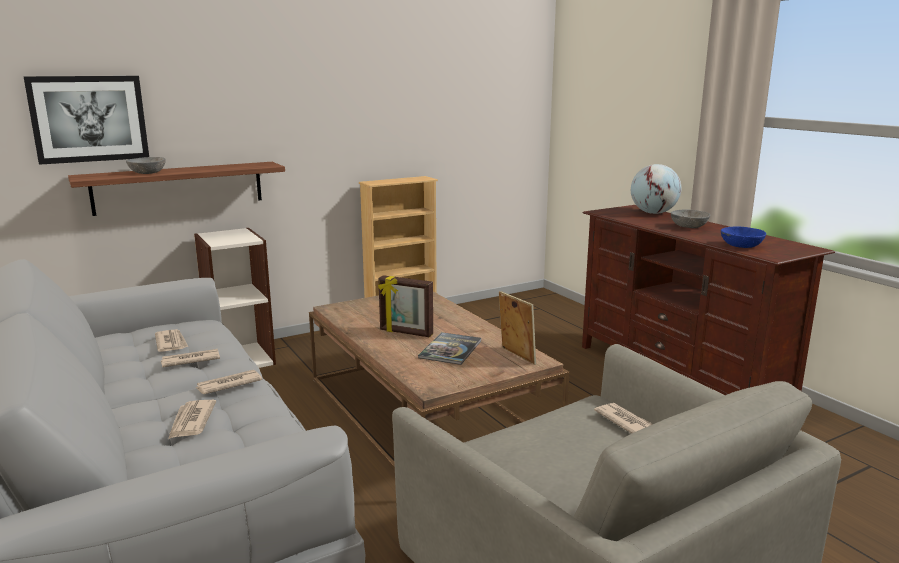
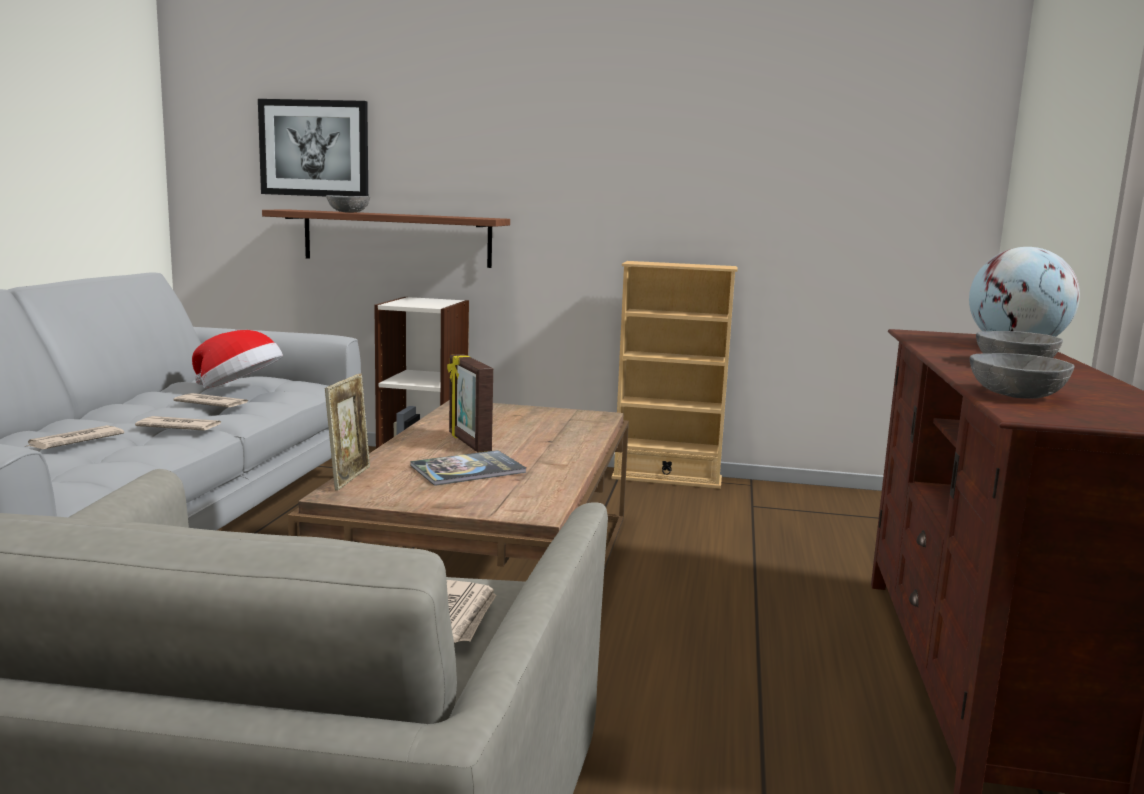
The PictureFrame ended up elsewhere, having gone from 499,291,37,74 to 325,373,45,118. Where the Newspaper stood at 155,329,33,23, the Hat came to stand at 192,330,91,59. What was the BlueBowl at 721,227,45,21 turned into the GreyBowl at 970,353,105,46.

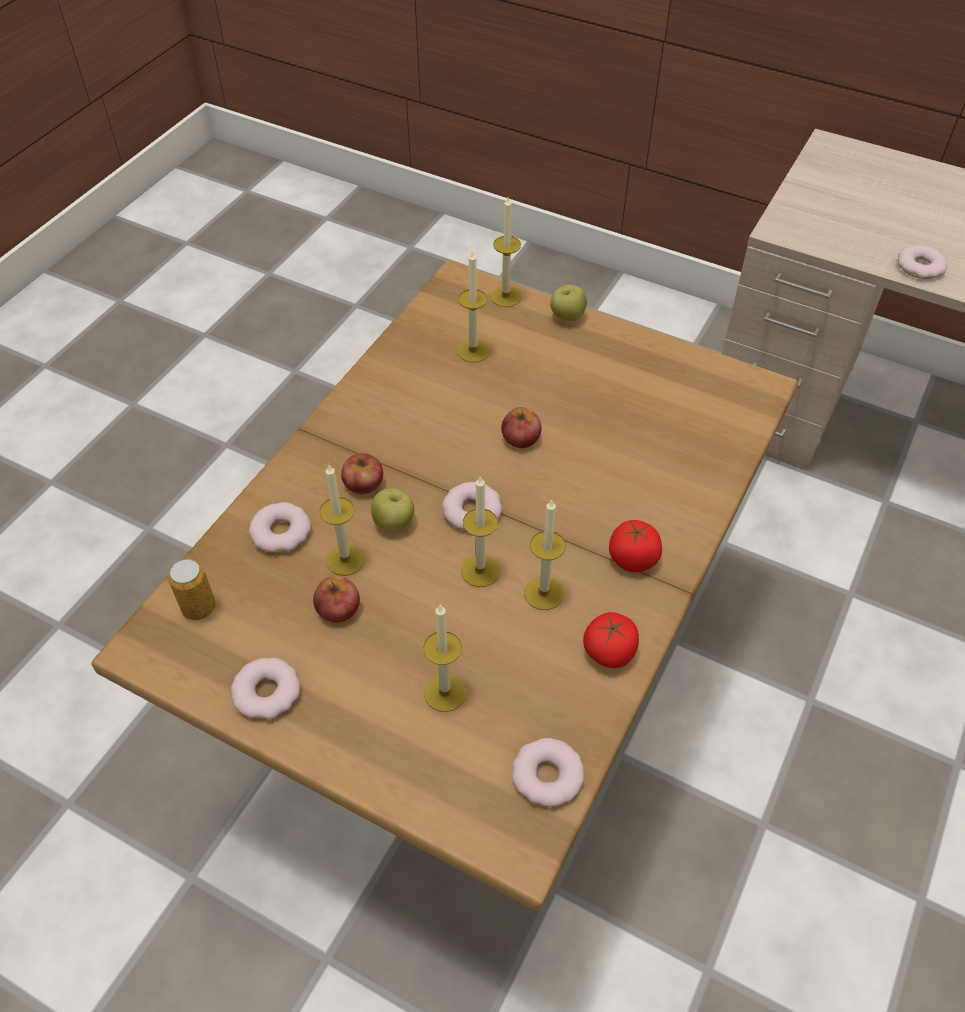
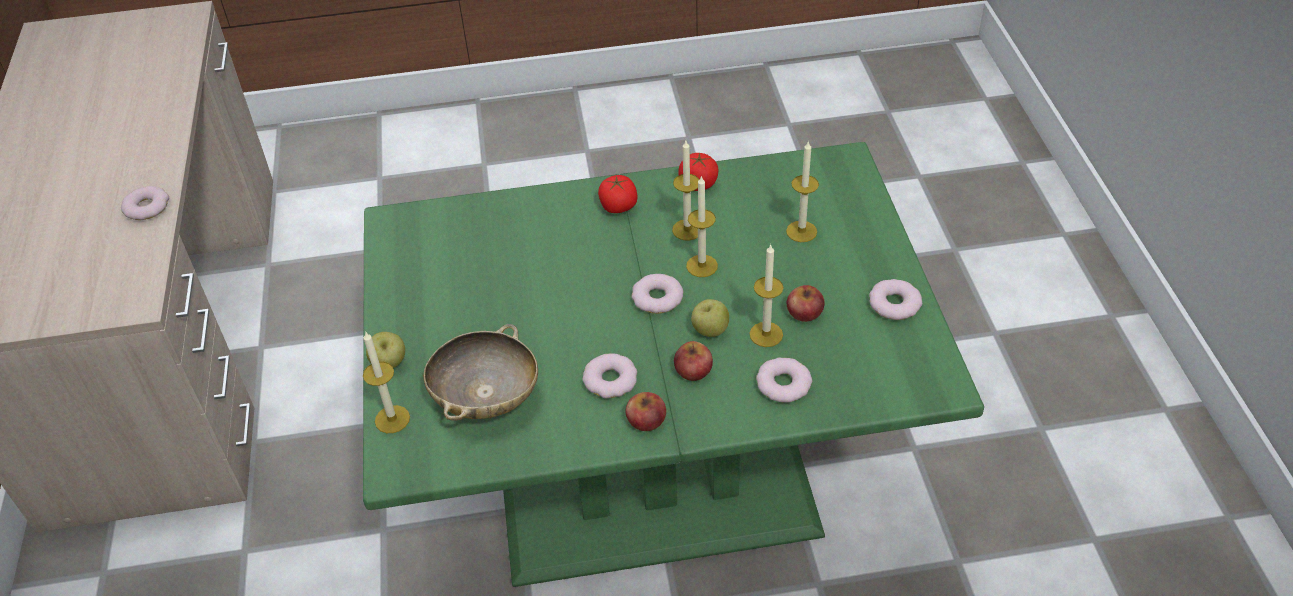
The second view lost the Can at 168,559,48,61. The Apple ended up elsewhere, having gone from 501,407,41,41 to 626,392,40,39. The Donut ended up elsewhere, having gone from 512,738,72,69 to 582,353,55,45. Where the Candle stood at 457,250,33,112, the BeigeBowl came to stand at 423,324,115,97. What was the BrownDiningTable at 91,261,707,650 turned into the GreenDiningTable at 363,142,621,445.

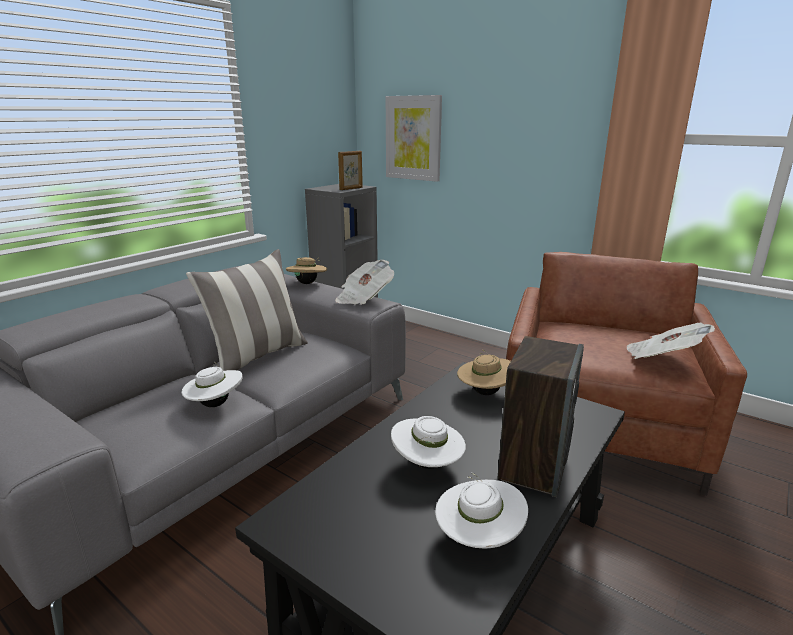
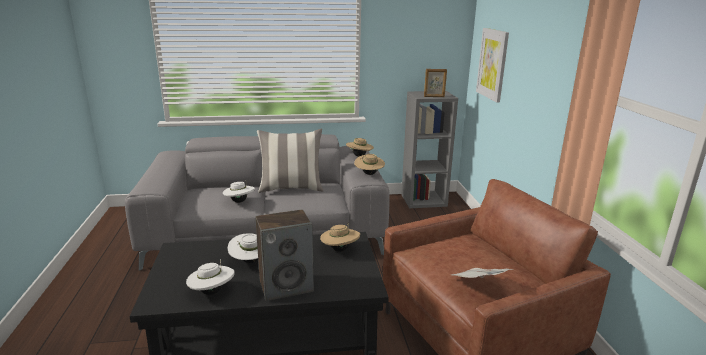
Where the Newspaper stood at 335,260,59,45, the BeigeHat came to stand at 354,154,31,21.

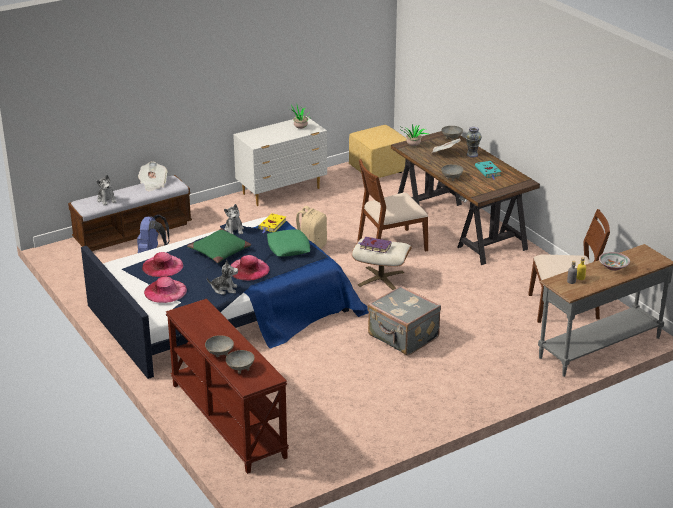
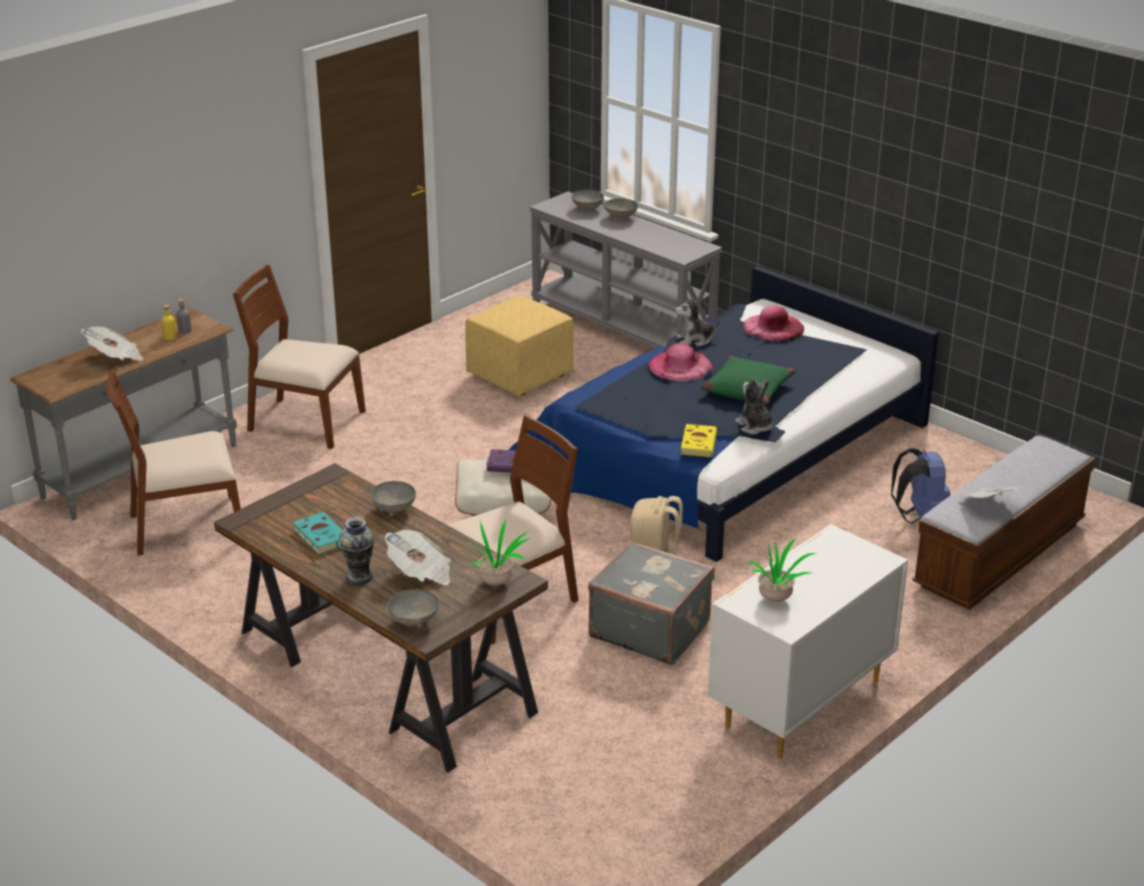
The second view lost the PlushToy at 96,175,20,31. The second view lost the PinkHat at 142,252,41,25. The second view lost the GreenPillow at 267,229,43,27. The second view gained the BrownChair at 233,265,133,184. The YellowOttoman ended up elsewhere, having gone from 349,125,58,53 to 465,295,109,101. The GreySuitcase ended up elsewhere, having gone from 367,286,74,69 to 588,541,127,124. Where the Bowl stood at 599,252,31,19, the Newspaper came to stand at 81,326,62,34. What was the BrownConsoleTable at 166,299,123,175 turned into the GreyConsoleTable at 529,192,193,156.

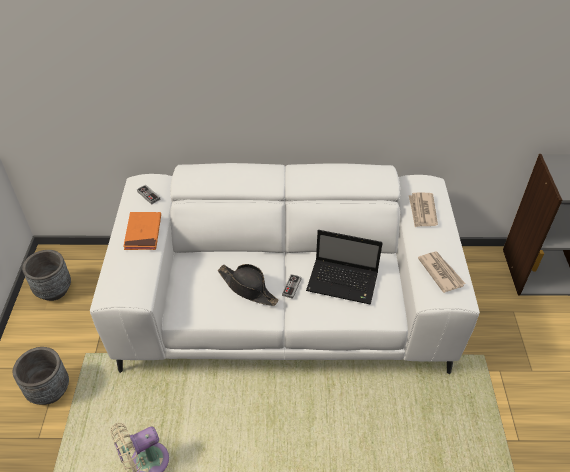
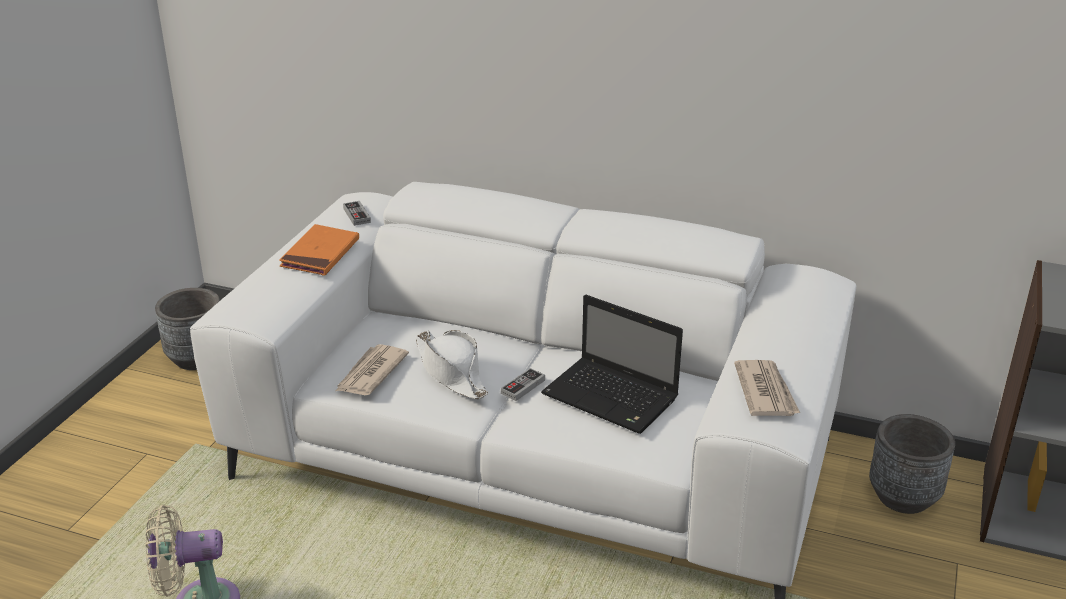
The GreyPlanter ended up elsewhere, having gone from 13,347,56,58 to 869,414,86,100. The Newspaper ended up elsewhere, having gone from 409,192,29,35 to 336,344,73,51. What was the BlackHat at 218,264,61,42 turned into the WhiteHat at 415,330,73,69.

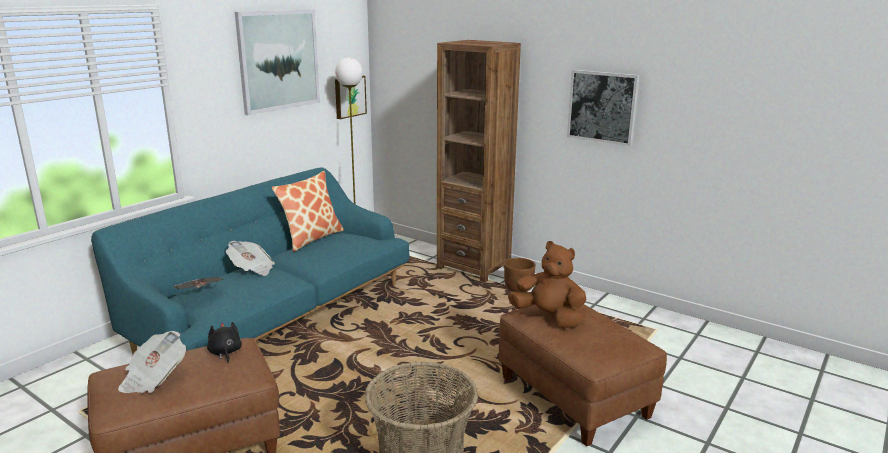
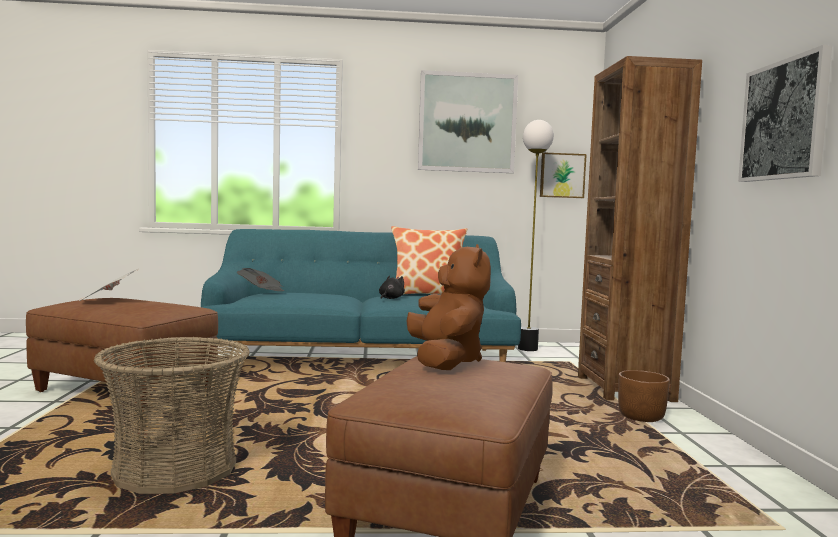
The second view lost the Newspaper at 226,241,49,35. The BlackPlushToy ended up elsewhere, having gone from 207,322,35,41 to 379,276,26,23.

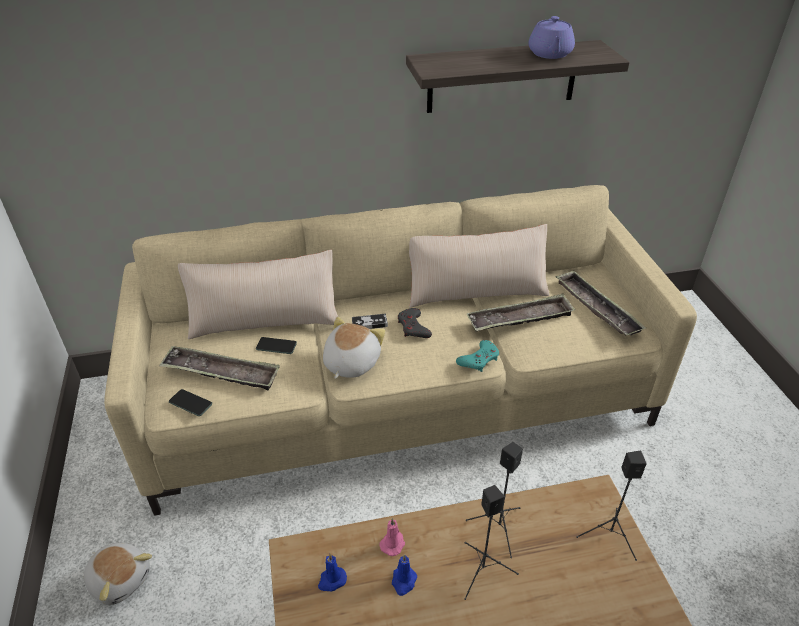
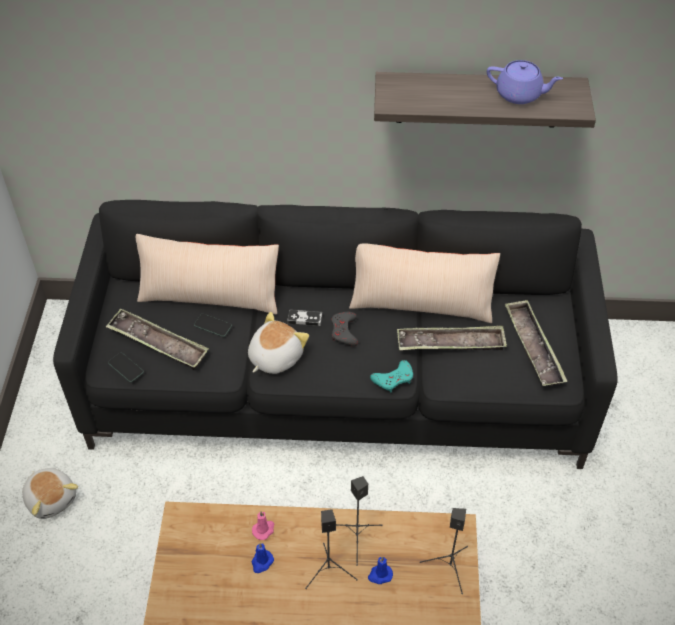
The BlueCandle ended up elsewhere, having gone from 318,554,29,38 to 368,556,25,28. What was the BeigeSofa at 104,185,593,331 turned into the BlackSofa at 53,200,565,269. The PurpleTeapot at 529,16,46,43 ended up facing another way, 90 degrees counterclockwise from before.

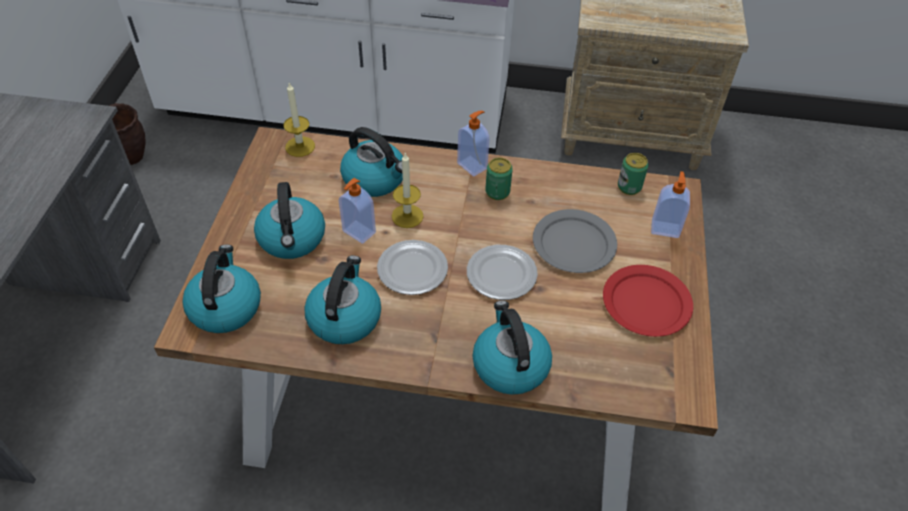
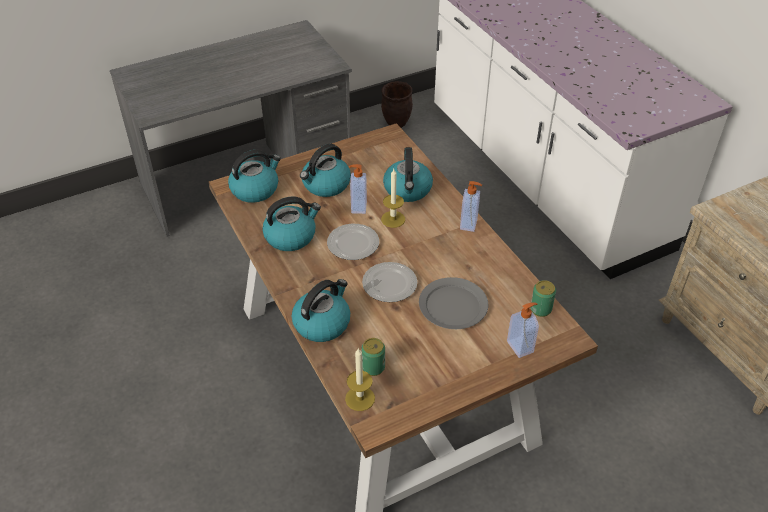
The second view lost the RedPlate at 603,265,90,72. The Candle ended up elsewhere, having gone from 283,83,32,74 to 345,347,30,64. The Can ended up elsewhere, having gone from 485,158,28,42 to 361,338,24,38.

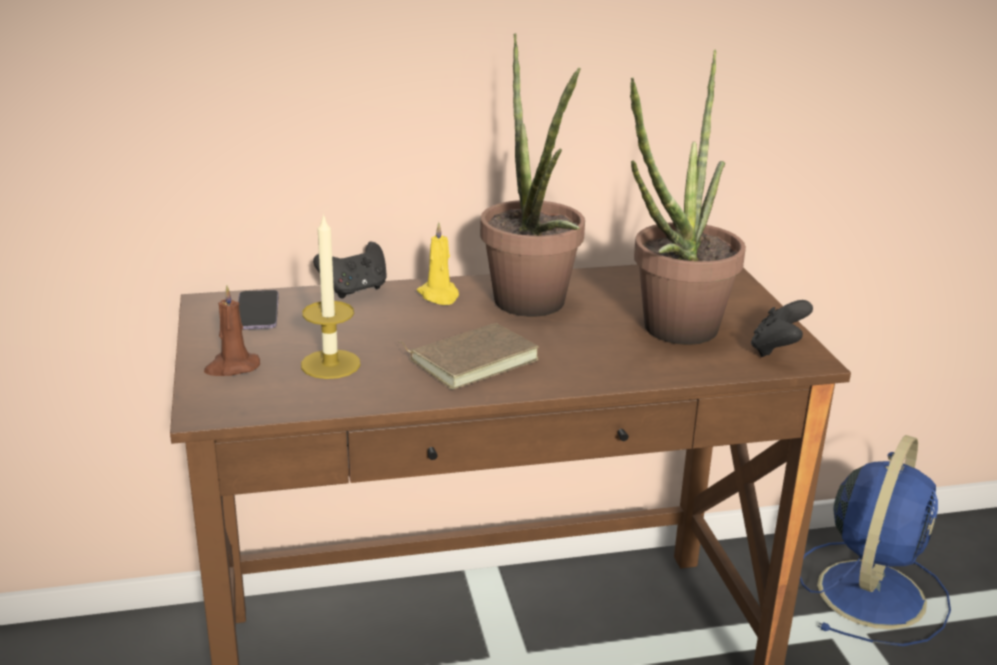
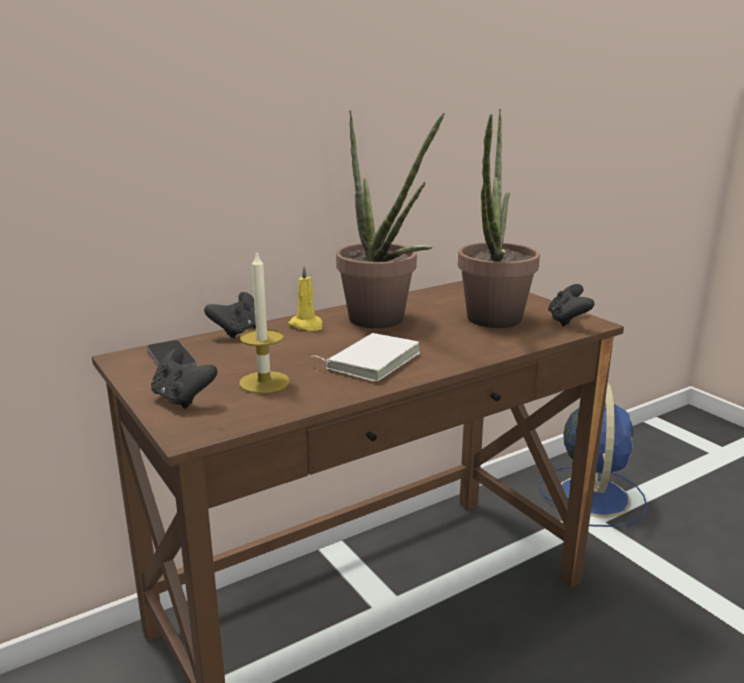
Where the BrownCandle stood at 204,285,56,91, the BlackGameController came to stand at 151,349,66,60. What was the BrownBook at 399,323,140,66 turned into the WhiteBook at 311,333,109,49.

